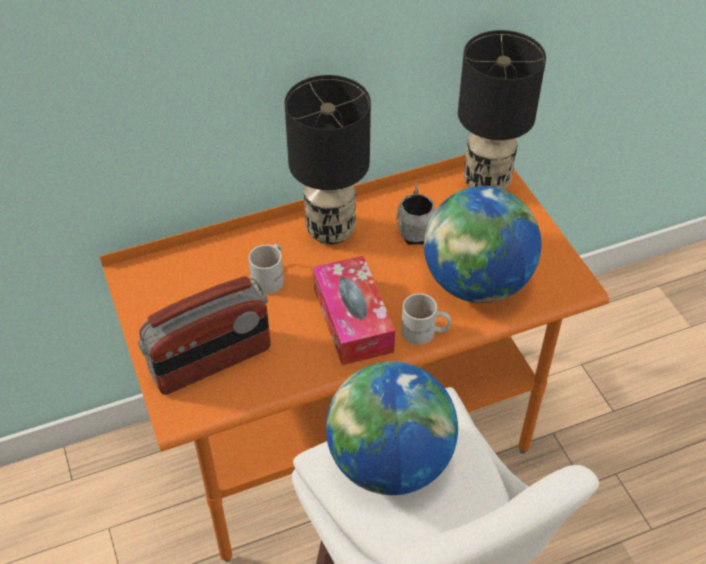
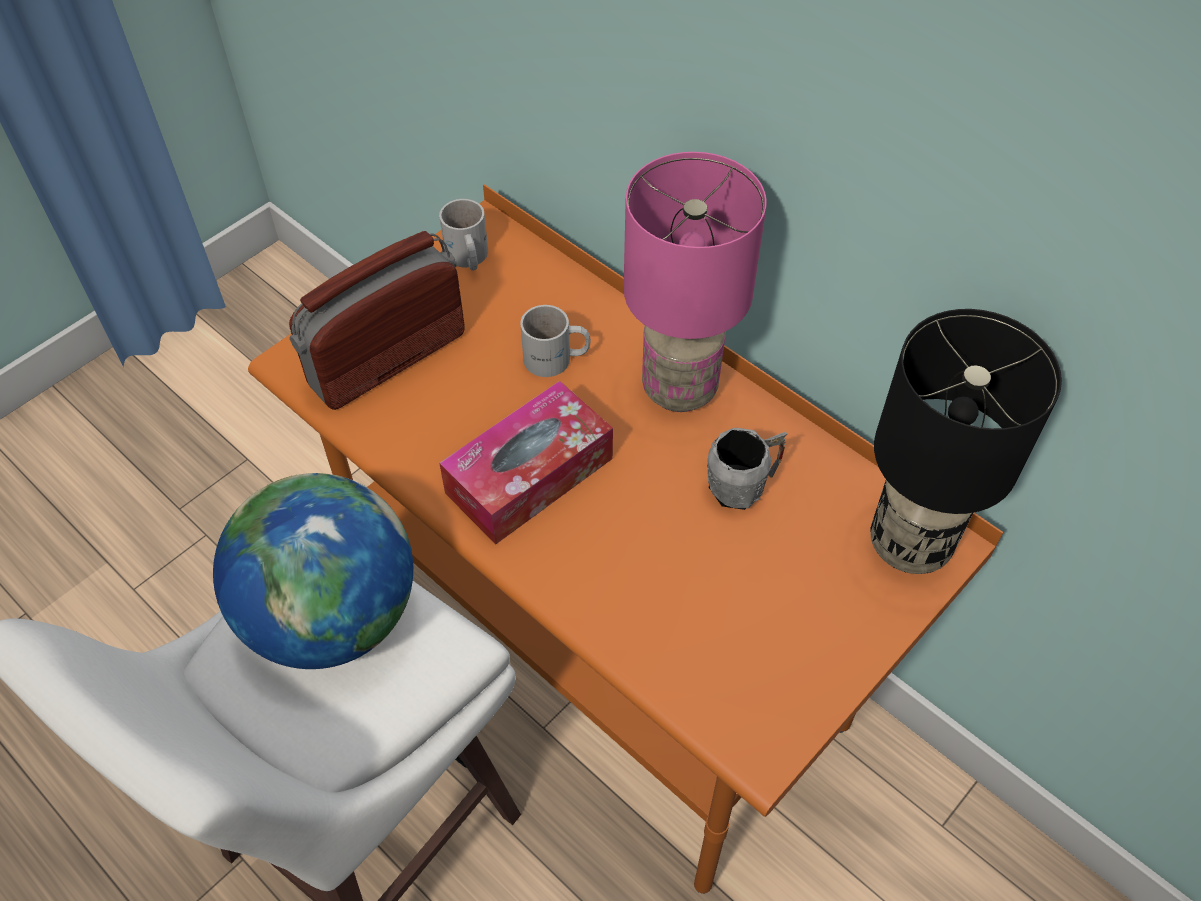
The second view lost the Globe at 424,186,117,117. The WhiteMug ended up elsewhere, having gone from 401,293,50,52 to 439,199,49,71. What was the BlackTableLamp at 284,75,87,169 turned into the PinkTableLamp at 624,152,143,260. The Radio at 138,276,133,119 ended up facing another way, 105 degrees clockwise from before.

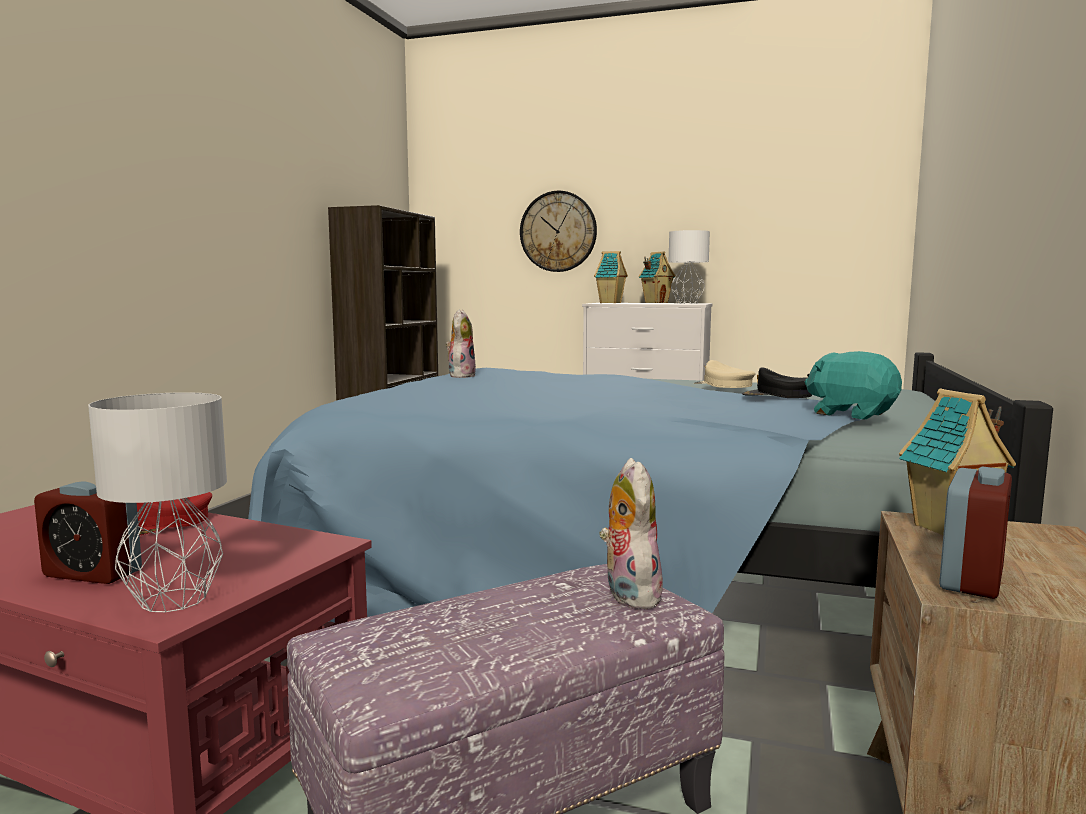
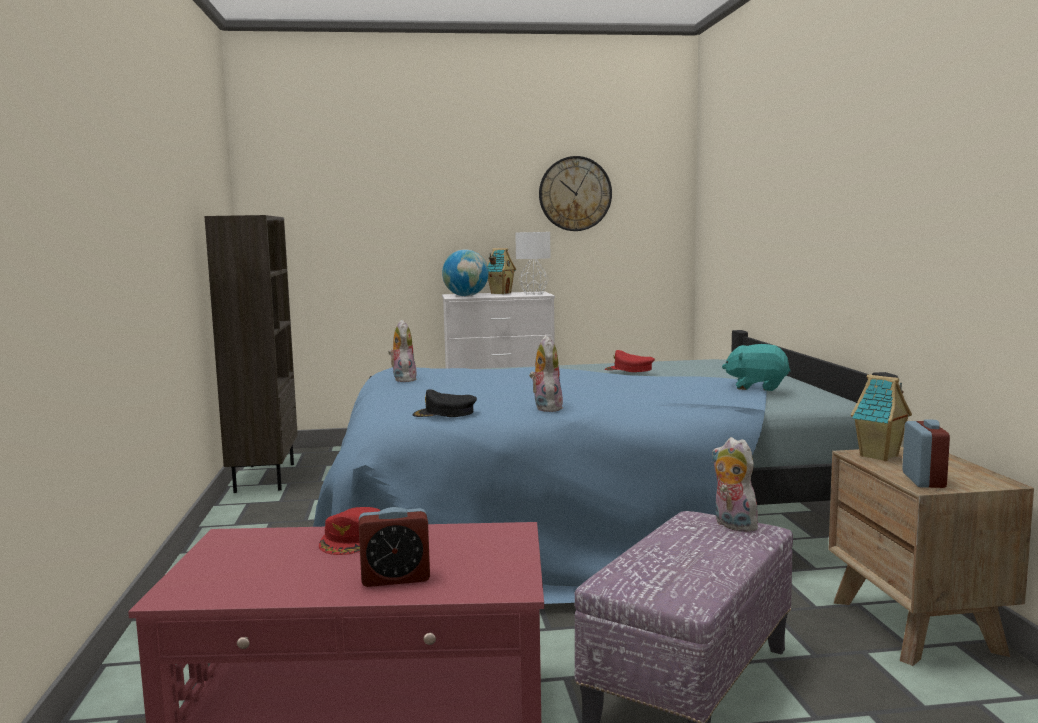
The second view lost the GreyTableLamp at 88,392,139,220. The second view gained the PlushToy at 529,336,34,76. The WallClock ended up elsewhere, having gone from 520,191,77,81 to 539,156,73,75. The BlackCap ended up elsewhere, having gone from 742,367,70,31 to 413,389,64,28. Where the ToyHouse stood at 594,251,34,52, the Globe came to stand at 442,249,47,47. What was the BeigeCap at 693,360,62,28 turned into the RedCap at 605,350,50,22.

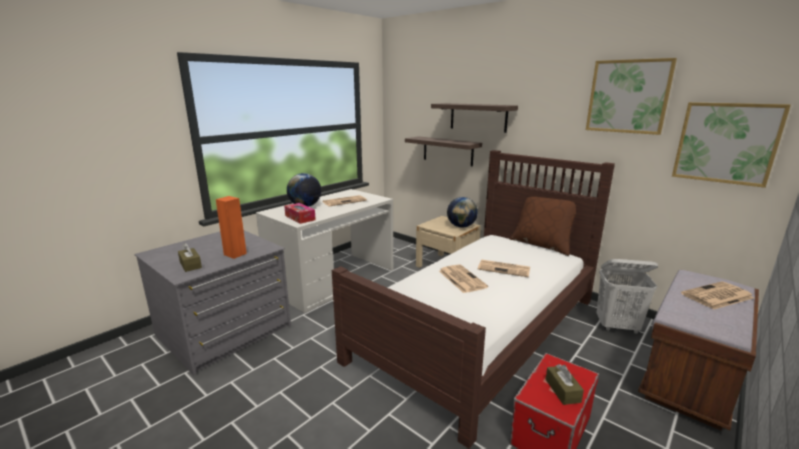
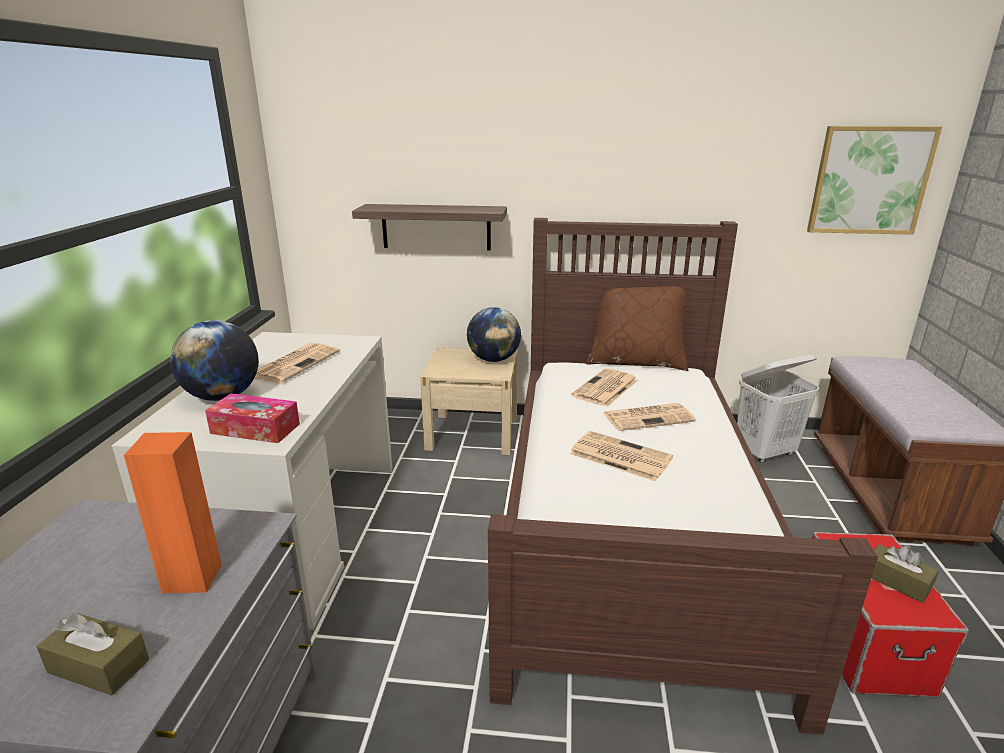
The second view lost the Shelf at 431,103,87,30. The second view lost the Picture at 586,58,91,77. The Newspaper ended up elsewhere, having gone from 681,281,73,28 to 571,368,67,39.

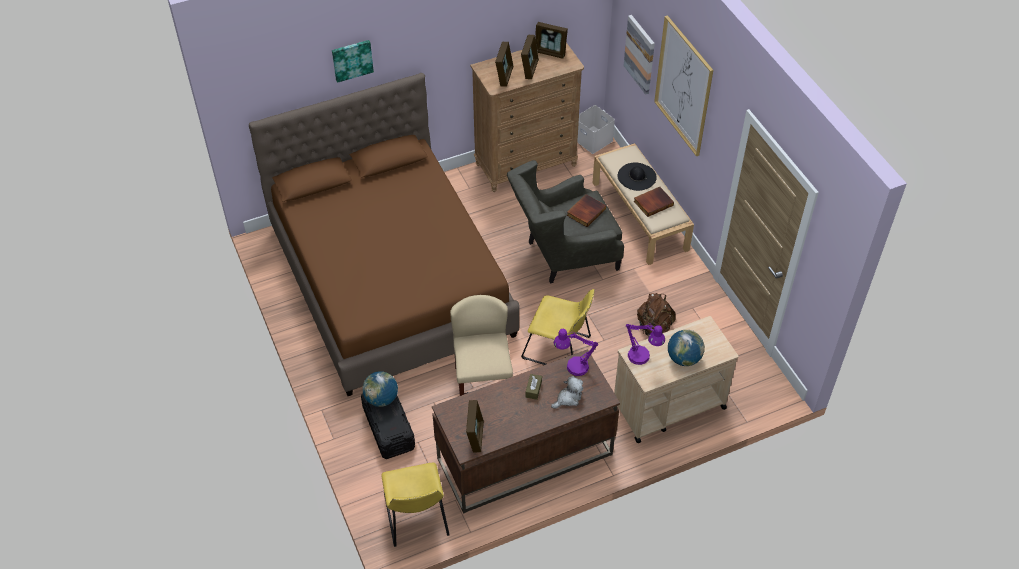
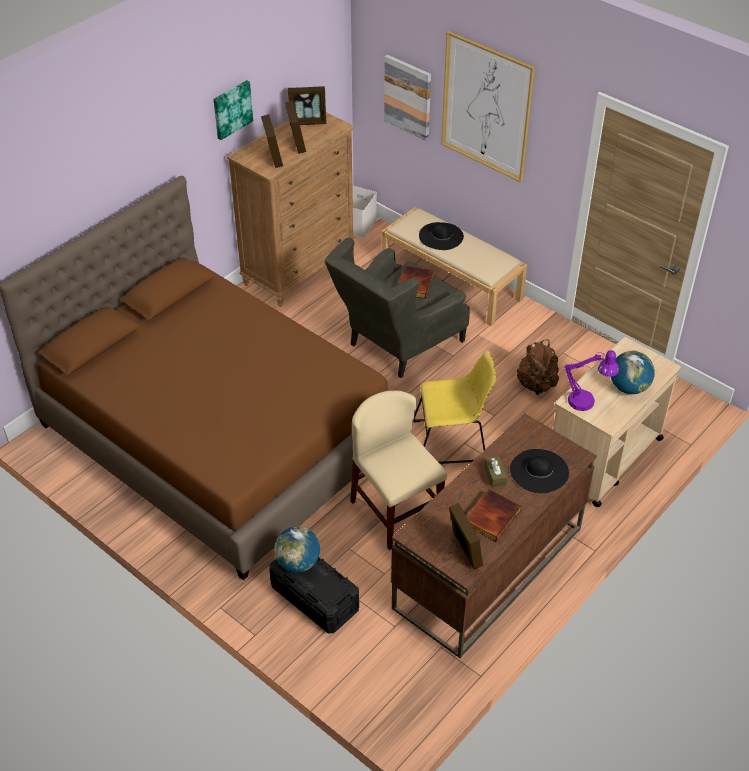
The second view lost the YellowChair at 381,463,69,84. The second view lost the PurpleTableLamp at 554,329,44,47. The Picture ended up elsewhere, having gone from 332,40,42,43 to 213,80,40,60. The Book ended up elsewhere, having gone from 634,187,40,30 to 467,489,54,53. Where the PlushToy stood at 551,376,32,33, the BlackHat came to stand at 510,449,59,44.

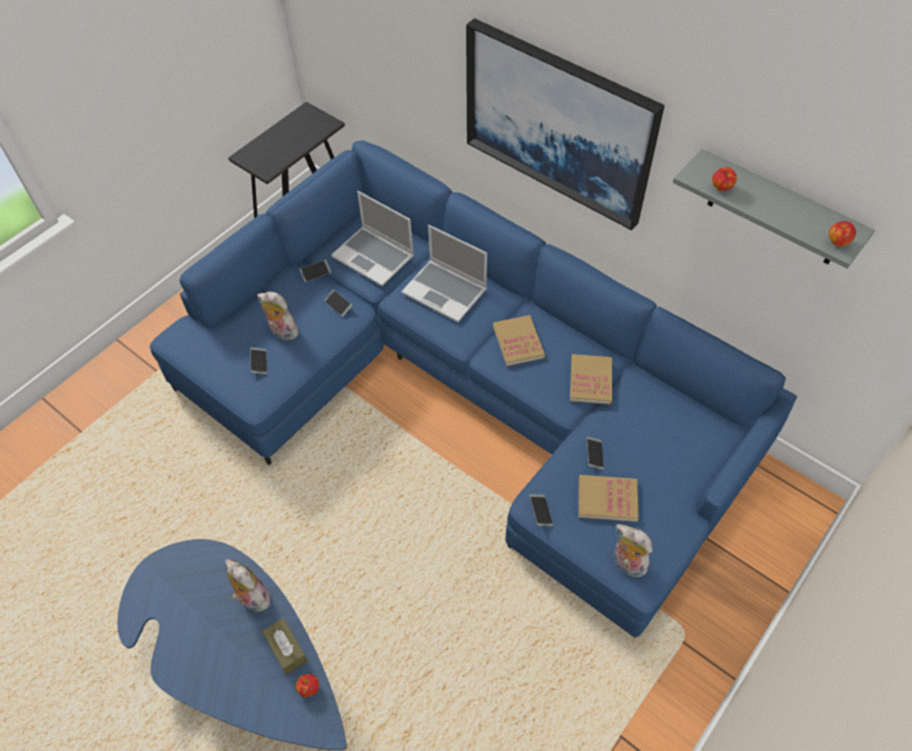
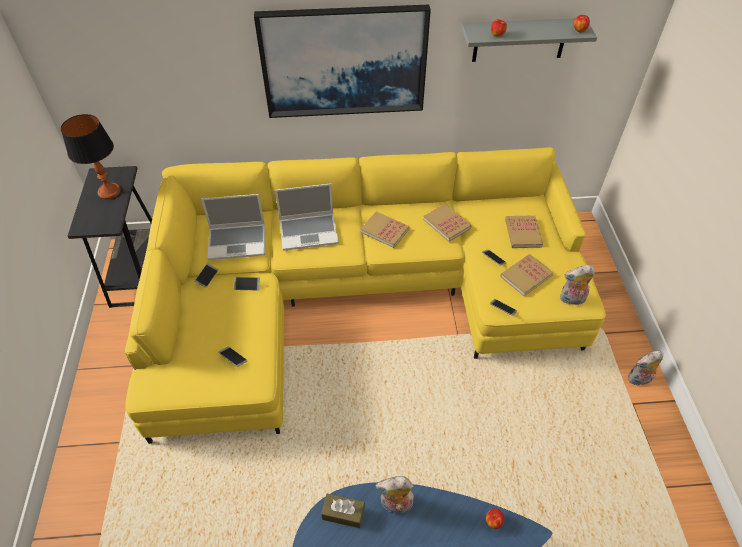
The second view gained the TableLamp at 61,114,60,85. The second view gained the Book at 505,215,38,33. The PlushToy ended up elsewhere, having gone from 257,292,44,48 to 628,351,35,35. The BrownTissueBox ended up elsewhere, having gone from 262,618,46,57 to 321,494,44,34. What was the BlueSofa at 150,140,647,498 turned into the YellowSofa at 125,147,481,297.

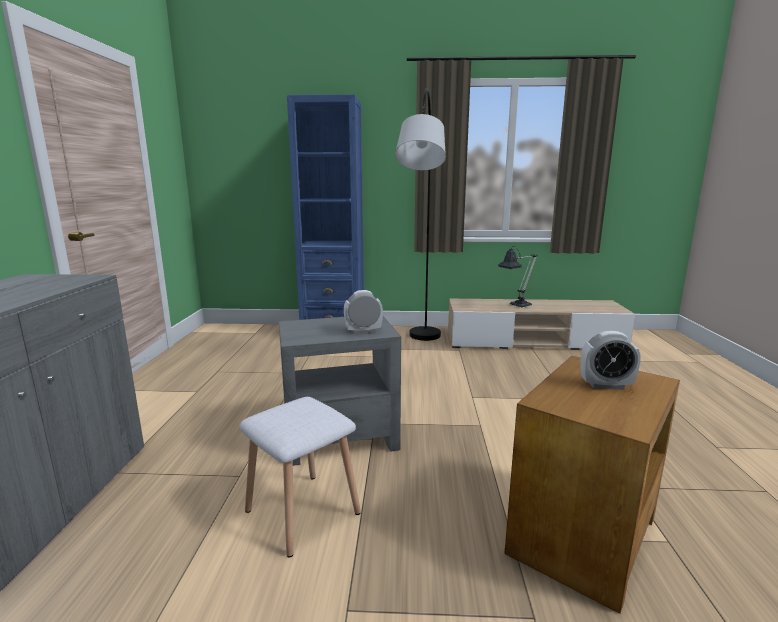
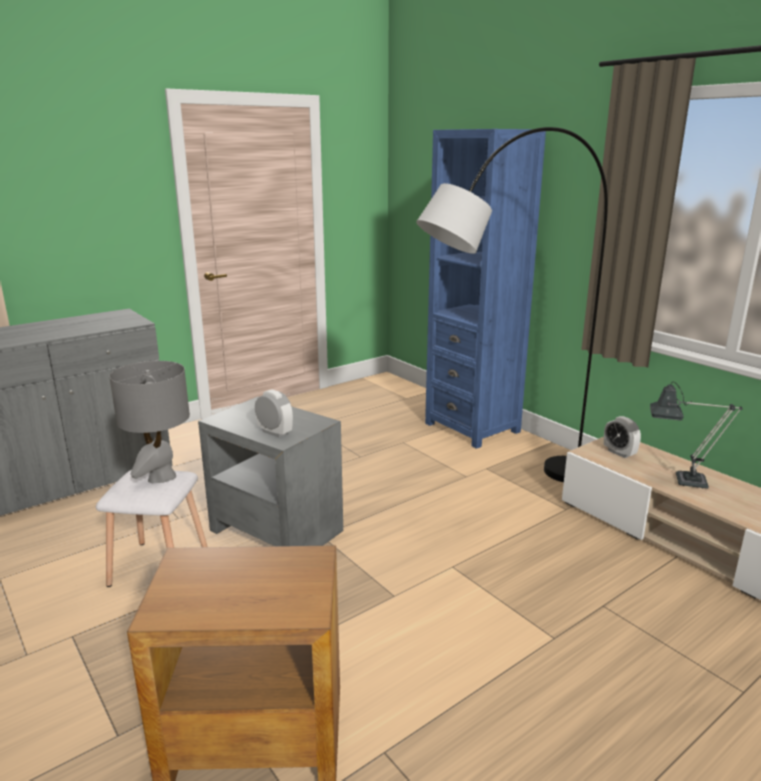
The second view gained the GreyTableLamp at 109,361,81,122. The AlarmClock ended up elsewhere, having gone from 580,331,60,59 to 604,416,37,42.

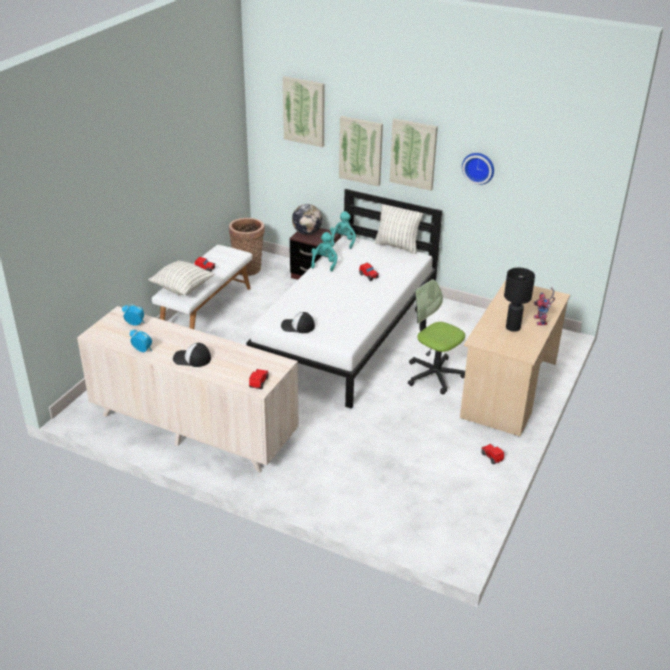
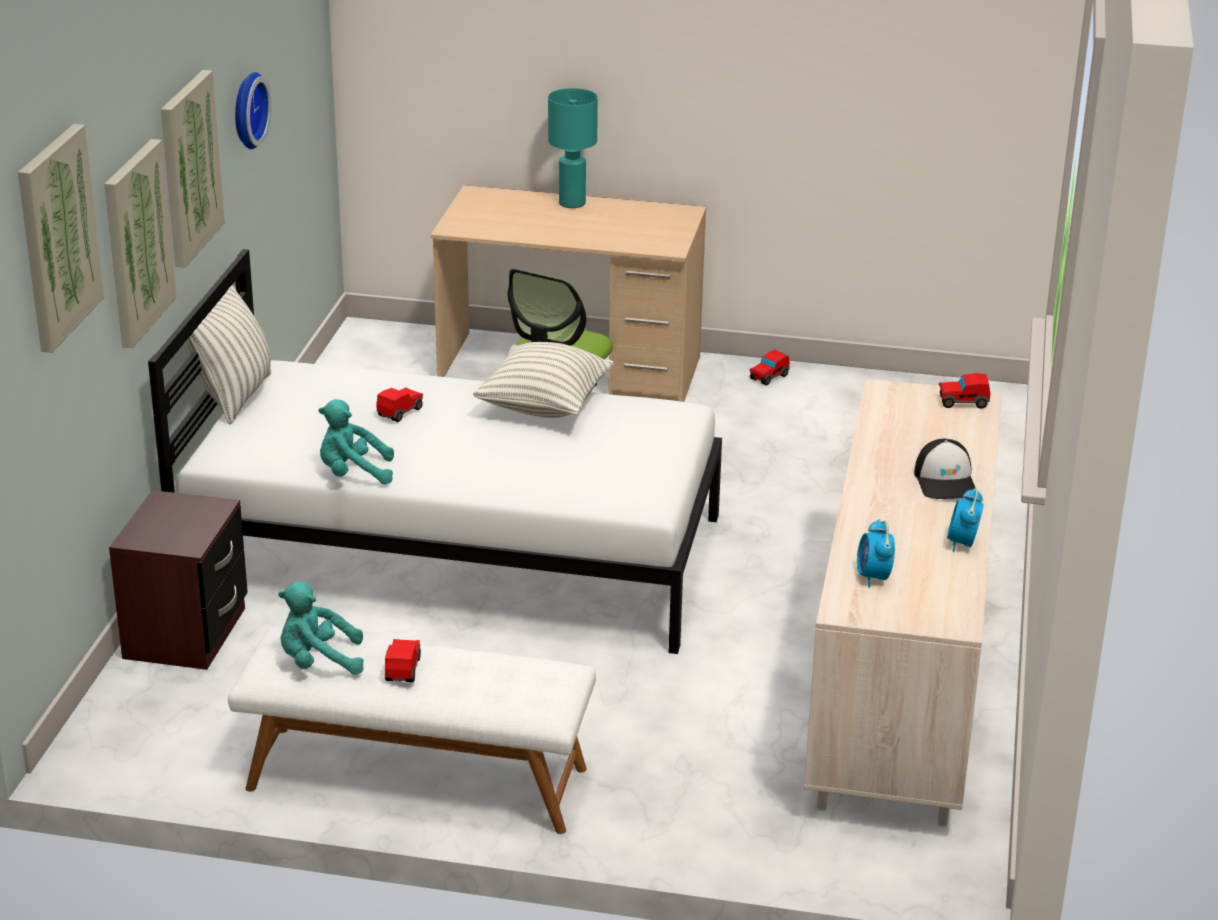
The second view lost the Basket at 229,218,36,58. The second view lost the Cap at 281,312,34,21. The second view lost the Globe at 292,204,30,31. The second view lost the BlackTableLamp at 504,268,31,64. The Pillow ended up elsewhere, having gone from 148,260,67,35 to 473,342,141,76. The TurquoisePlushToy ended up elsewhere, having gone from 330,211,26,38 to 278,581,86,94. Where the ToyRobot stood at 534,288,21,37, the TurquoiseTableLamp came to stand at 548,88,50,120.

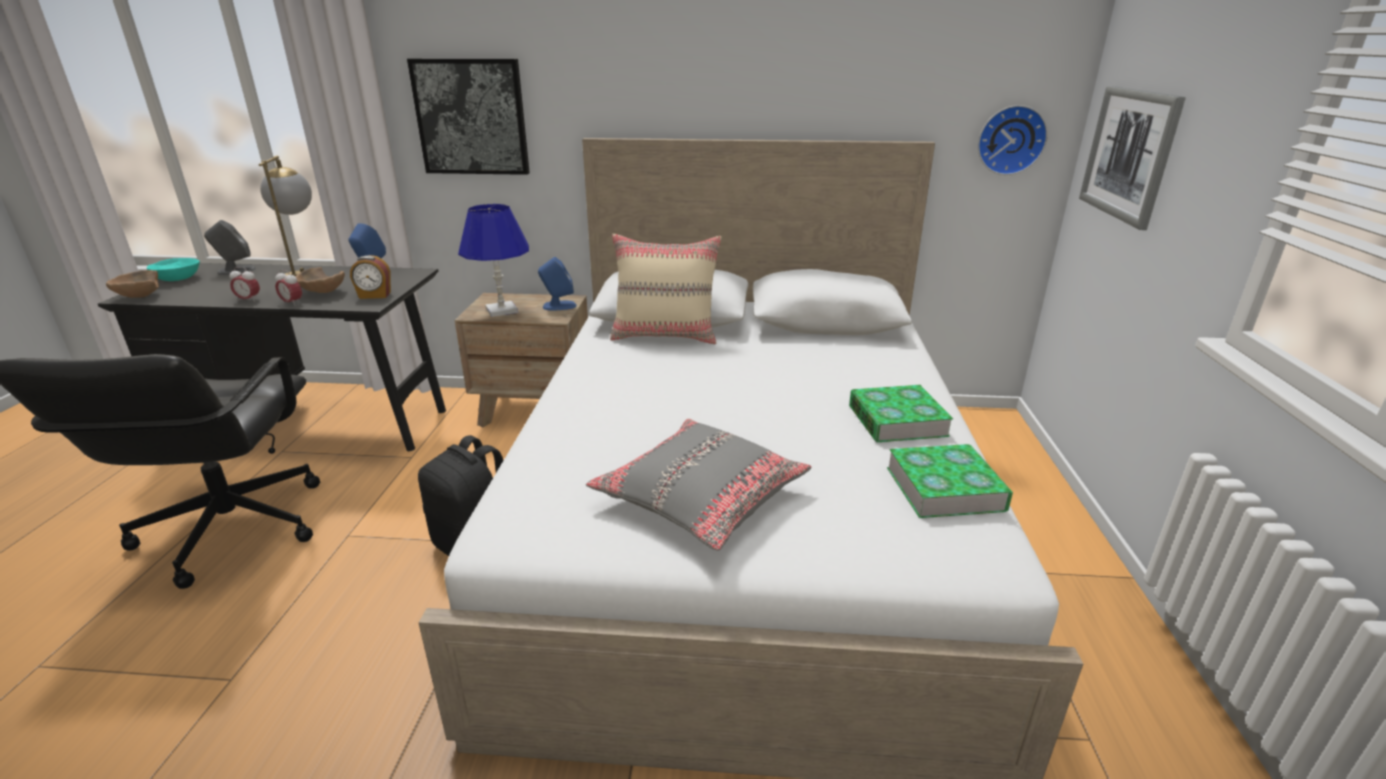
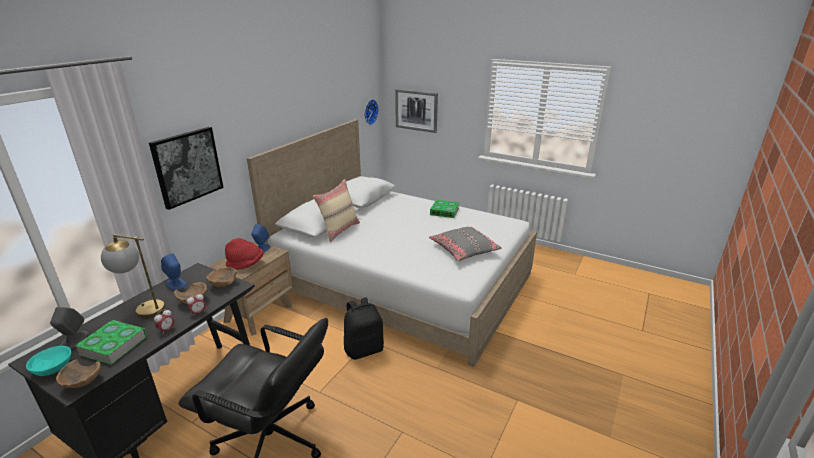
The Book ended up elsewhere, having gone from 887,444,126,74 to 75,320,72,45. Where the AlarmClock stood at 350,255,41,44, the BrownBowl came to stand at 206,267,31,20. Where the BlueTableLamp stood at 458,204,71,113, the RedHat came to stand at 225,238,39,32.

